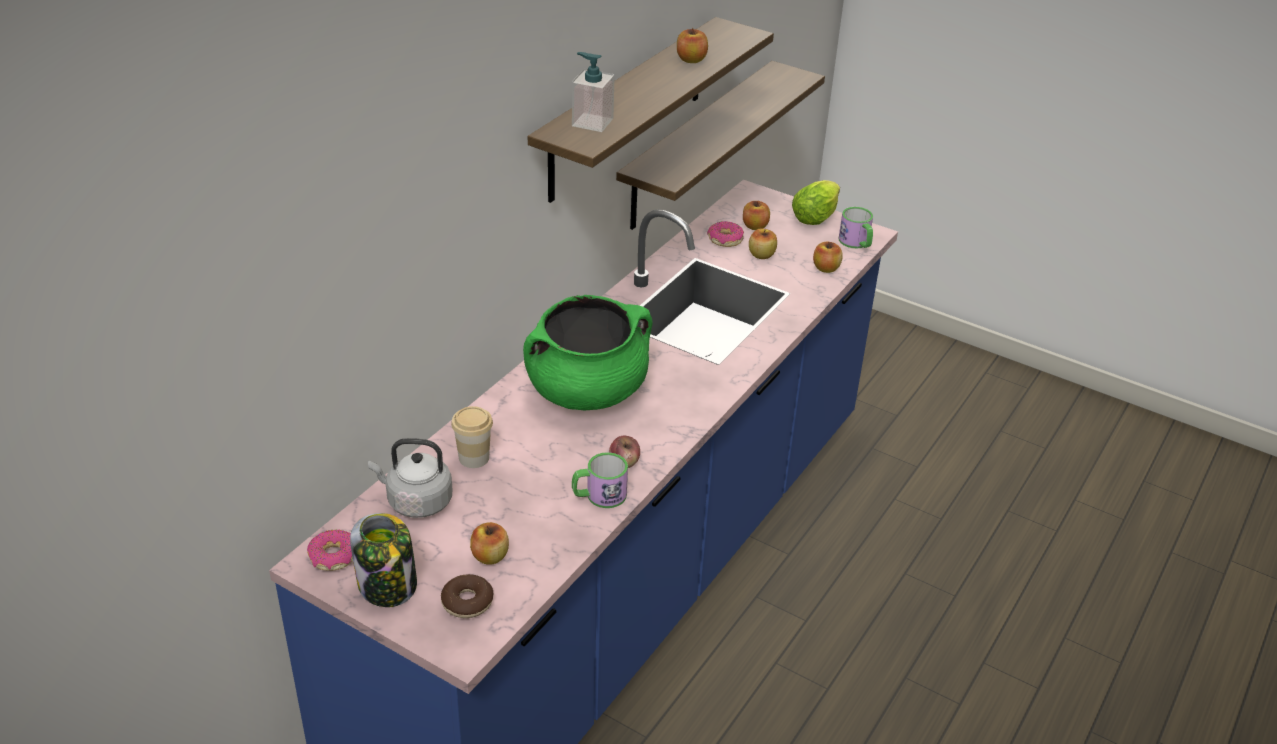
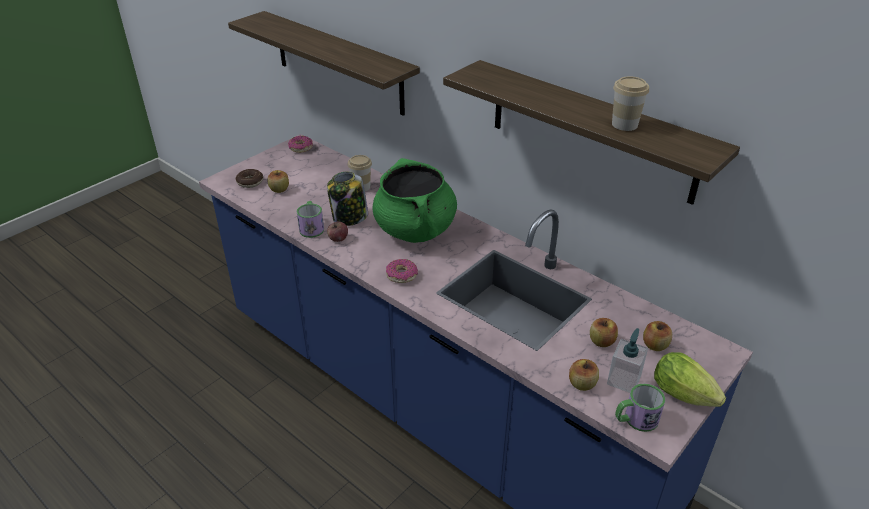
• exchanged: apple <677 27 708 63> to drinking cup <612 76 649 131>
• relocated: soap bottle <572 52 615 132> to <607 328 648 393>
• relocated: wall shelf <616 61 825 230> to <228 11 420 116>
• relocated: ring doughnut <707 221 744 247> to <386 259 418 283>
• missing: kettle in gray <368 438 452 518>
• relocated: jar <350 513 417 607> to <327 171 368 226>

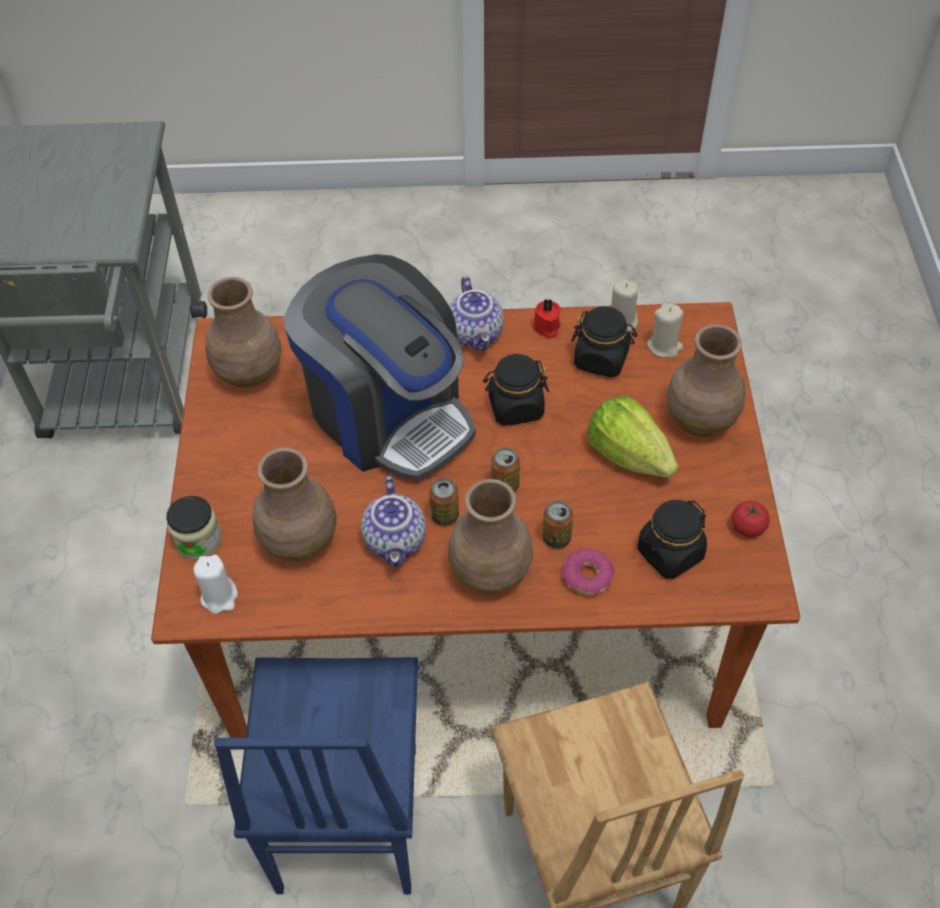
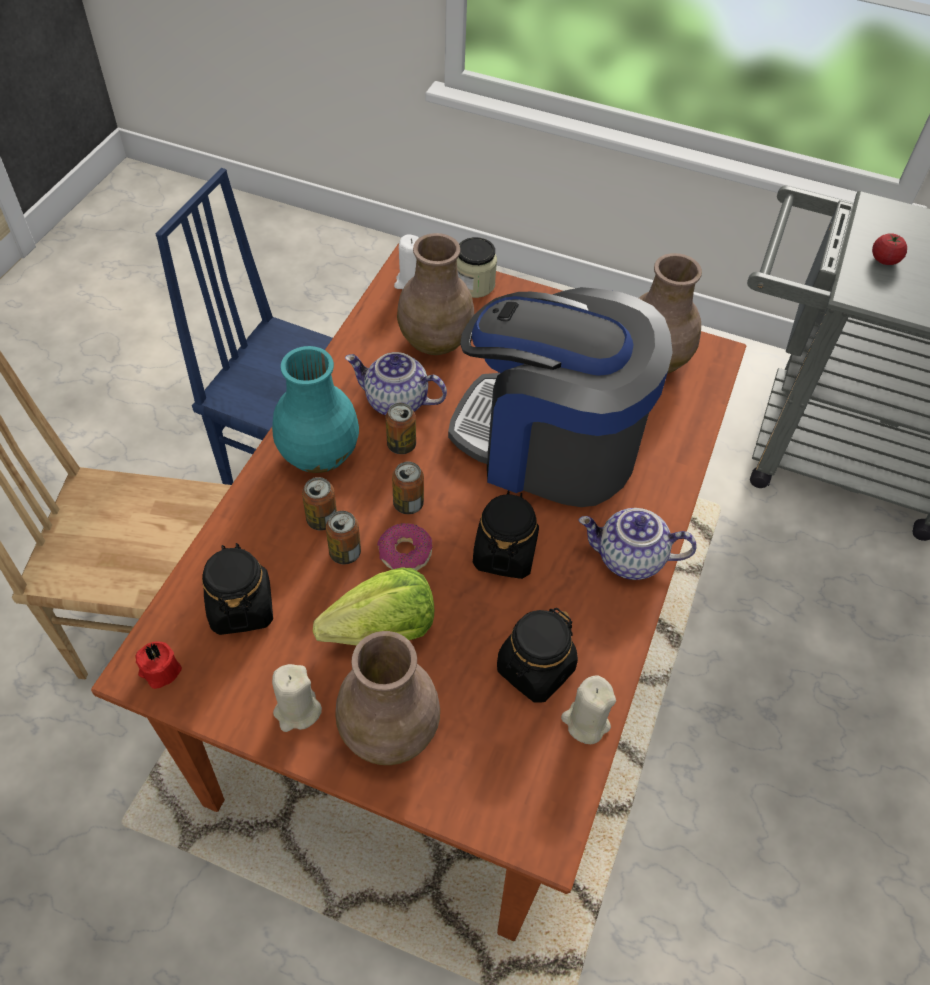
• spun: coffee brewer <284 254 476 481> = <448 287 673 507> 45 degrees clockwise
• relocated: wax candle in red <533 299 561 338> to <135 641 182 689>
• relocated: wax candle in beige <647 303 684 358> to <272 664 322 732>
• colour: flower vase in brown-coloured <448 479 533 594> to flower vase in blue-green <272 346 359 473>
• relocated: tomato <732 501 770 537> to <872 233 907 265>
• relocated: ring doughnut <562 548 615 596> to <377 523 432 571>
• appeared: metal can <326 511 361 564>

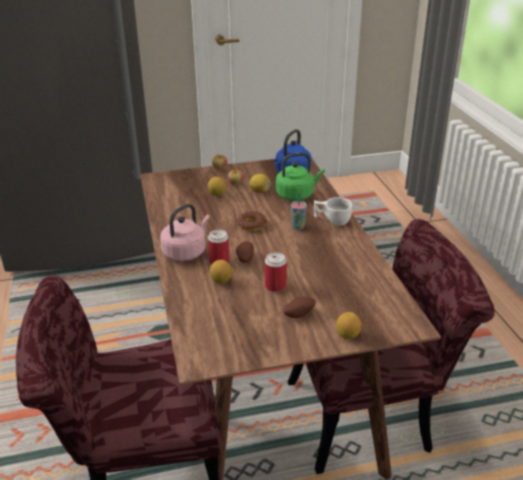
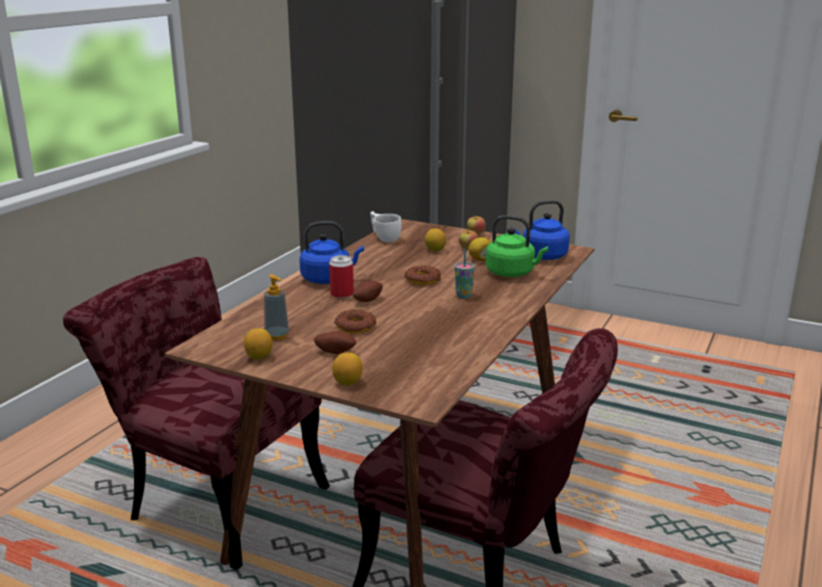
• relocated: drinking cup in white-coloured <314 197 352 226> to <370 211 402 242>
• colour: kettle in pinkish <160 204 210 261> to kettle in blue-coloured <299 221 364 284>
• exchanged: metal can <265 252 287 292> to ring doughnut <334 309 376 333>
• relocated: whole lemon <210 260 232 284> to <244 328 272 360>
• appeared: soap bottle <264 274 289 340>

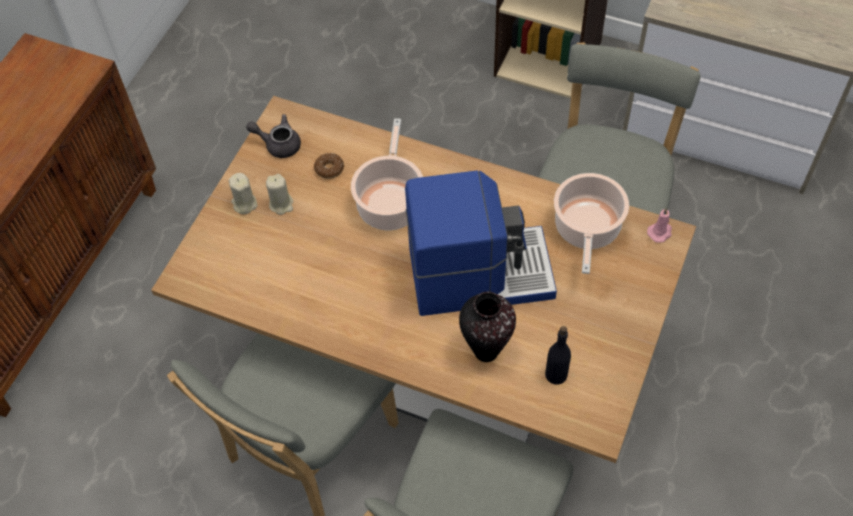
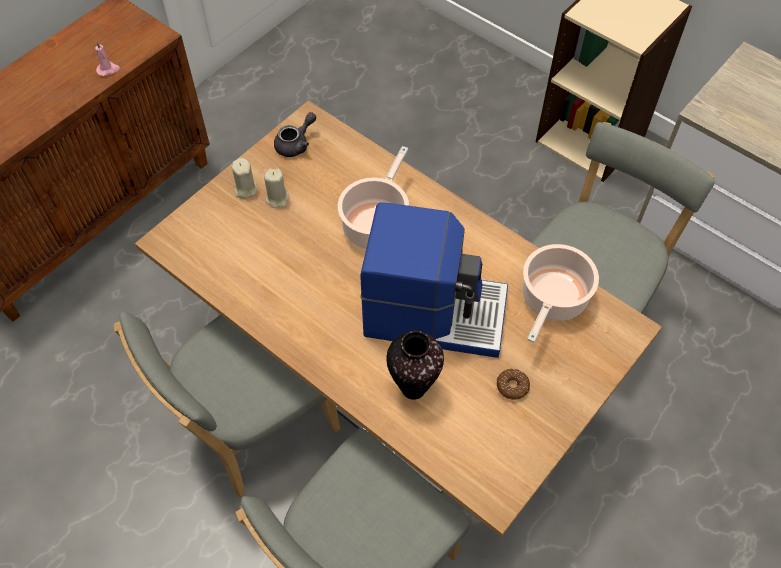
• spun: teapot in gray <246 114 301 158> = <274 112 316 157> 105 degrees clockwise
• relocated: ring doughnut <314 153 344 179> to <497 369 530 400>
• relocated: wax candle in pinkish <647 208 672 243> to <95 42 120 76>
• missing: drink bottle in black-coloured <545 326 571 384>

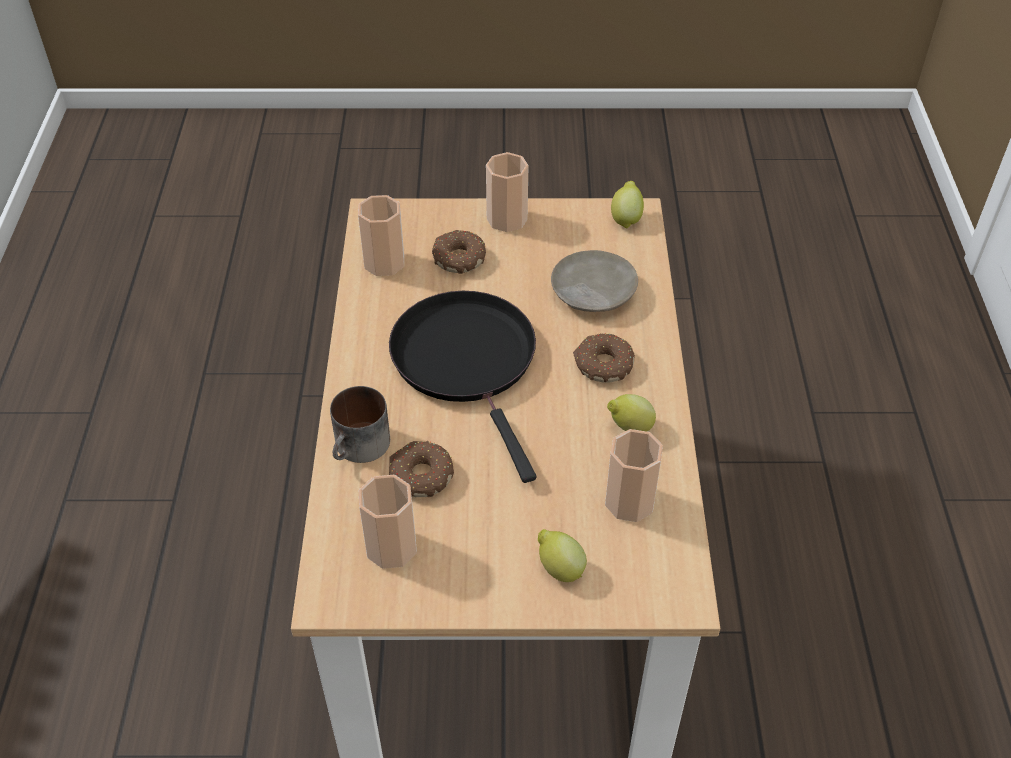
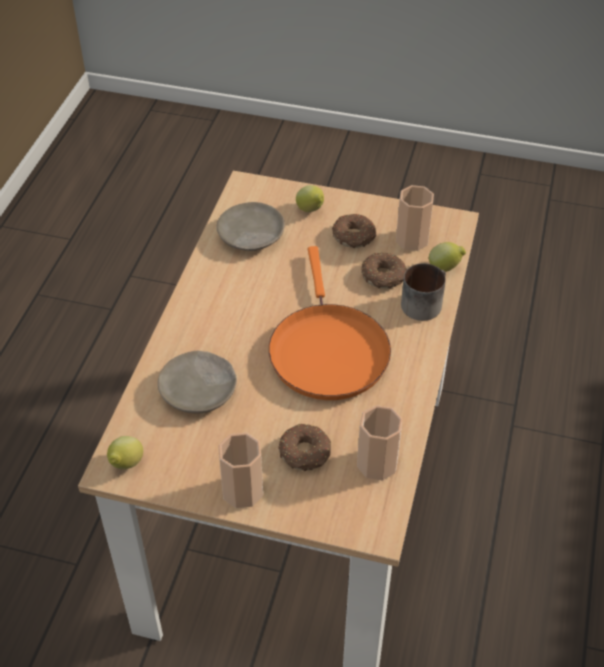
• colour: skillet in black-coloured <389 291 536 483> to skillet in orangey <269 246 391 400>
• relocated: ring doughnut <573 333 635 382> to <332 214 377 248>
• relocated: whole lemon <607 394 656 432> to <429 242 466 272>
• exchanged: drinking cup <605 429 663 522> to dinner plate in beige <217 202 285 251>

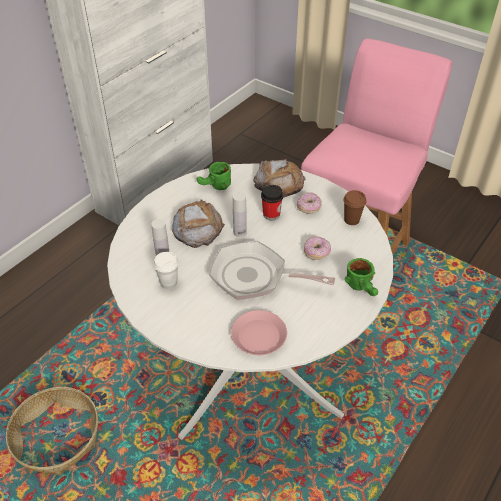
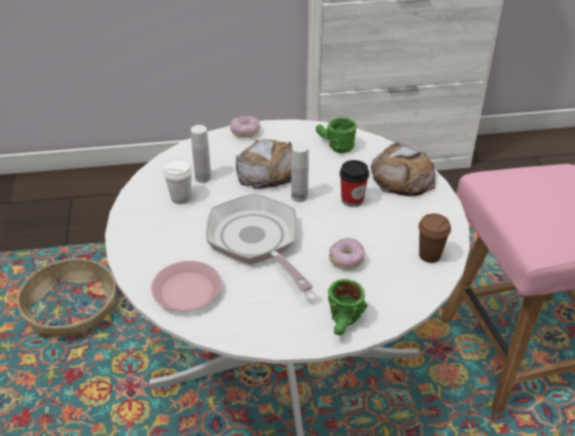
• relocated: ring doughnut <297 192 322 213> to <230 116 260 137>

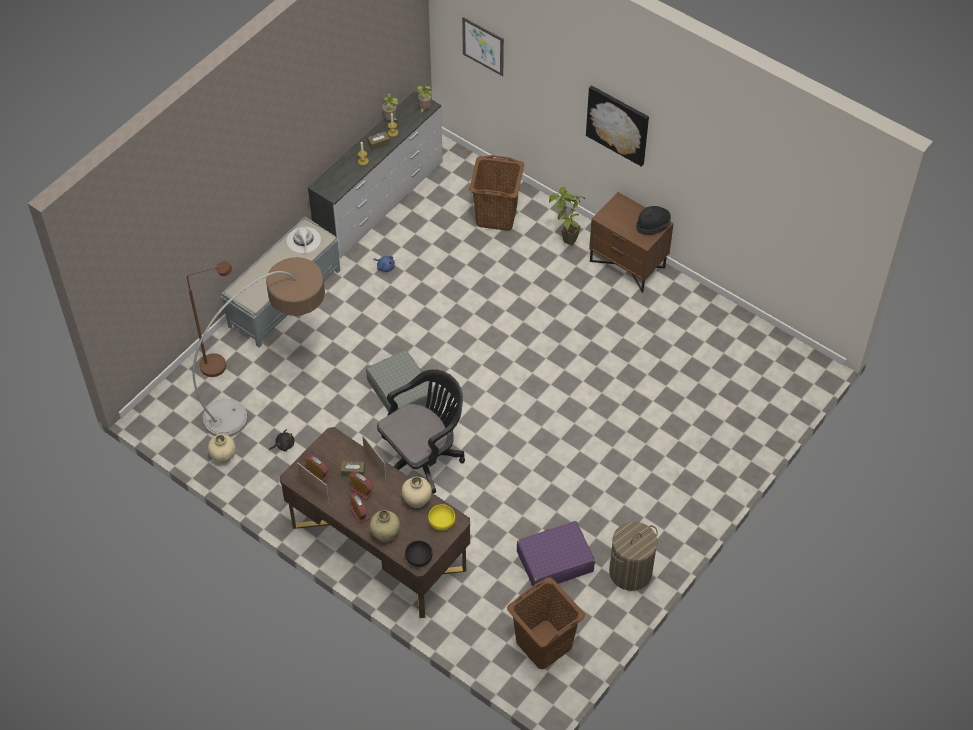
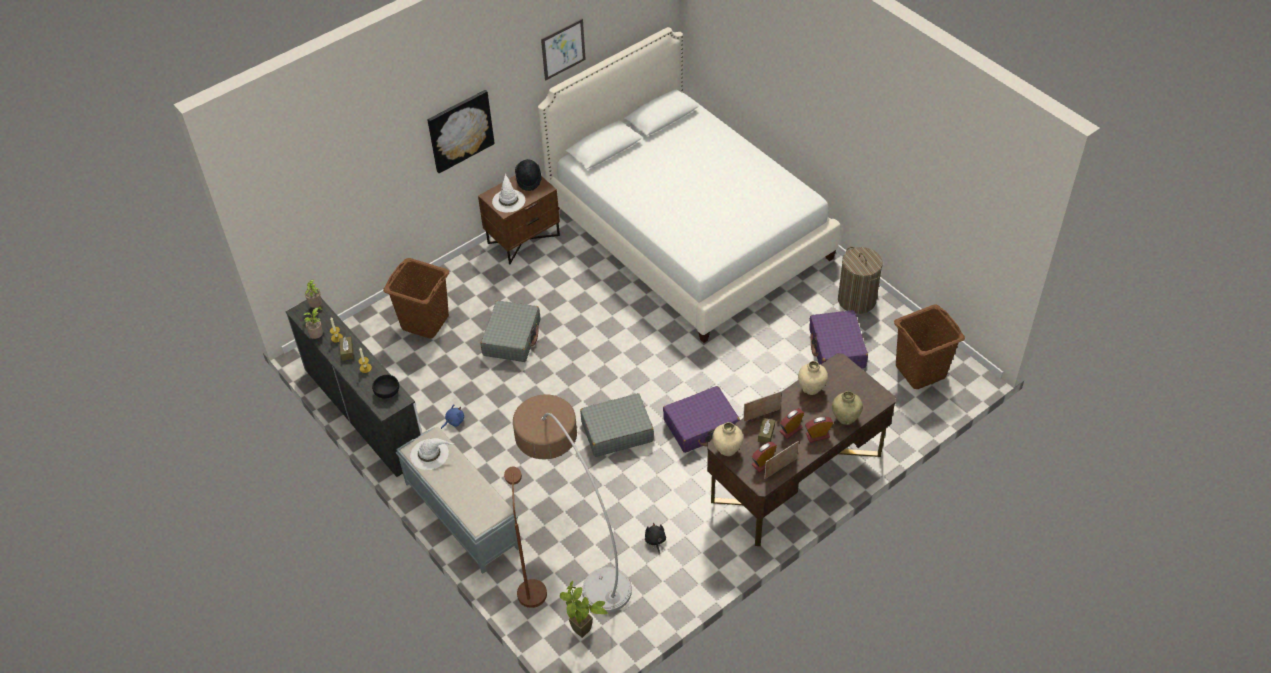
• relocated: wall picture <462 17 504 76> to <541 19 586 80>
• relocated: houseplant <549 187 585 246> to <560 581 608 638>
• exchanged: desk chair in black-coloured <377 369 465 494> to piece of luggage in purplish <663 386 740 453>
• relocated: flower vase in beige <208 434 236 464> to <712 422 743 456>
• missing: bowl in yellow <428 504 455 531>
• relocated: bowl in black-coloured <405 540 433 567> to <372 375 399 399>
• appeared: bedroom bed in white-coloured <538 27 841 343>
• appeared: hat in white-coloured <492 173 525 212>
• appeared: piece of luggage in gray <480 300 540 362>

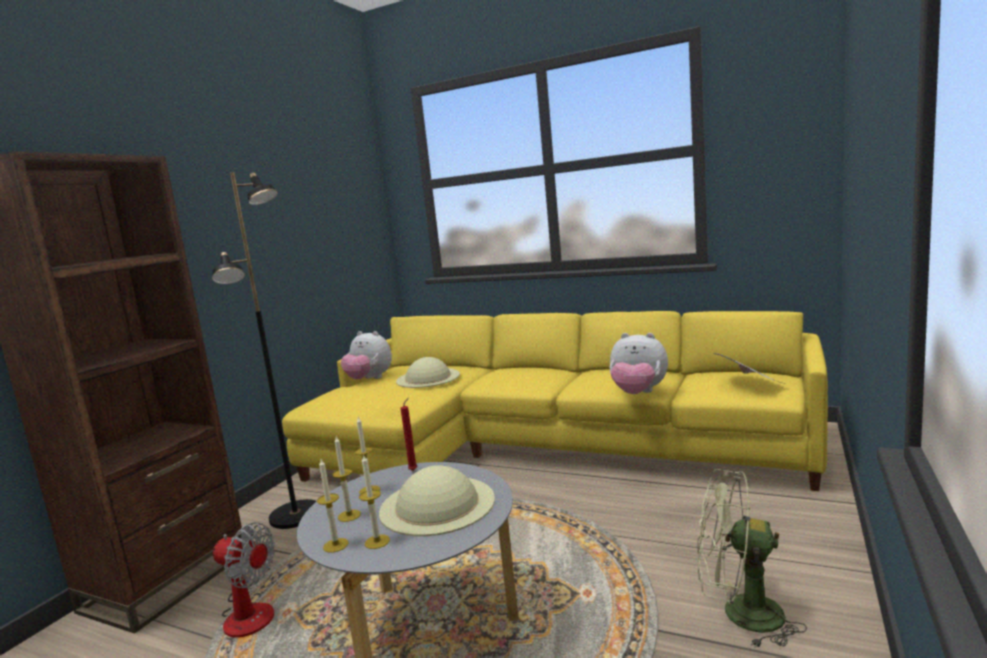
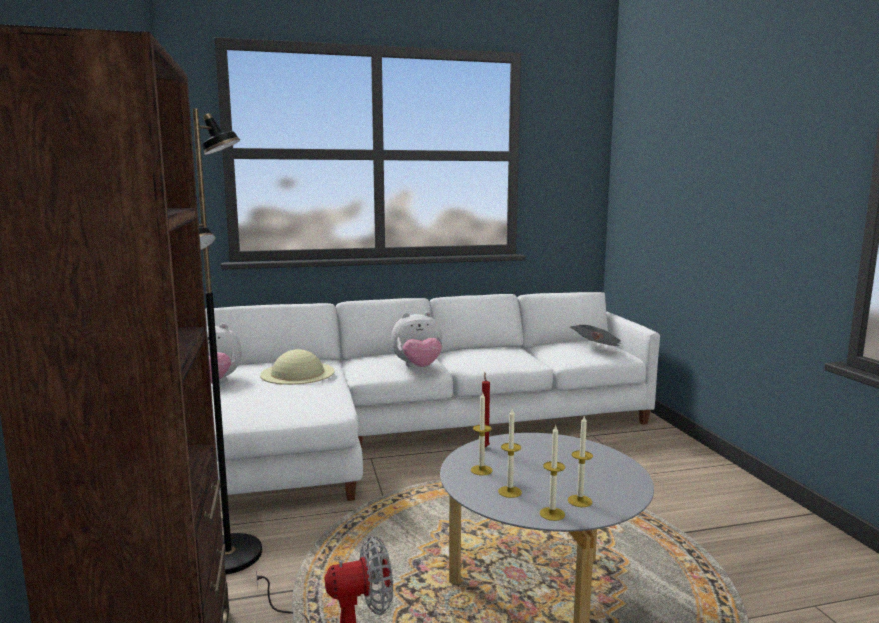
• colour: settee in yellow <282 311 828 491> to settee in white-coloured <205 292 660 501>
• relocated: plush toy <609 333 668 394> to <391 312 443 367>
• missing: hat in beige <379 465 495 536>
• missing: electric fan in green-coloured <698 469 807 648>

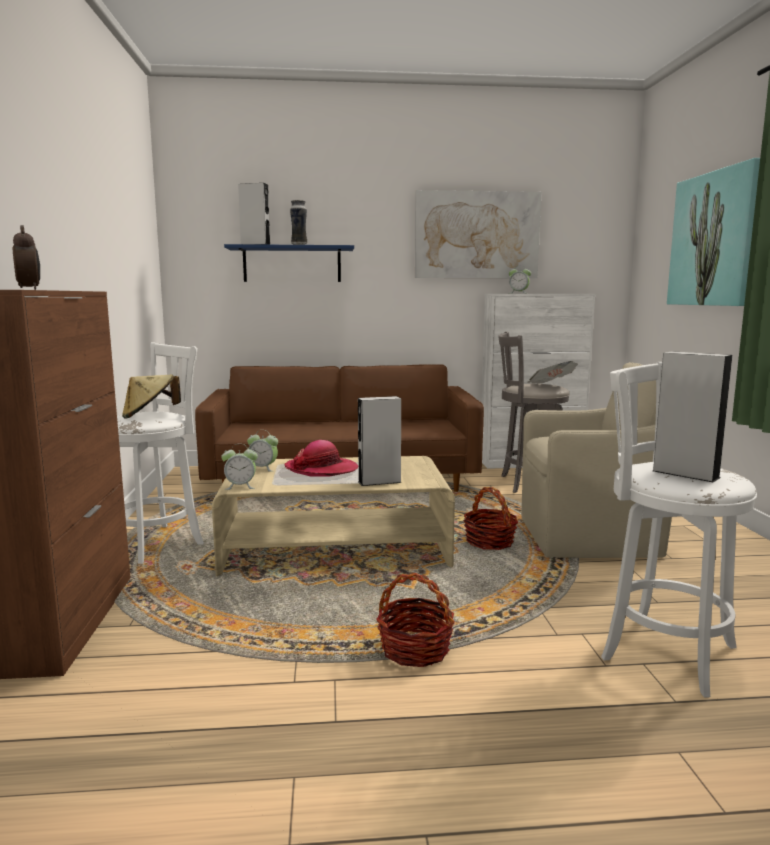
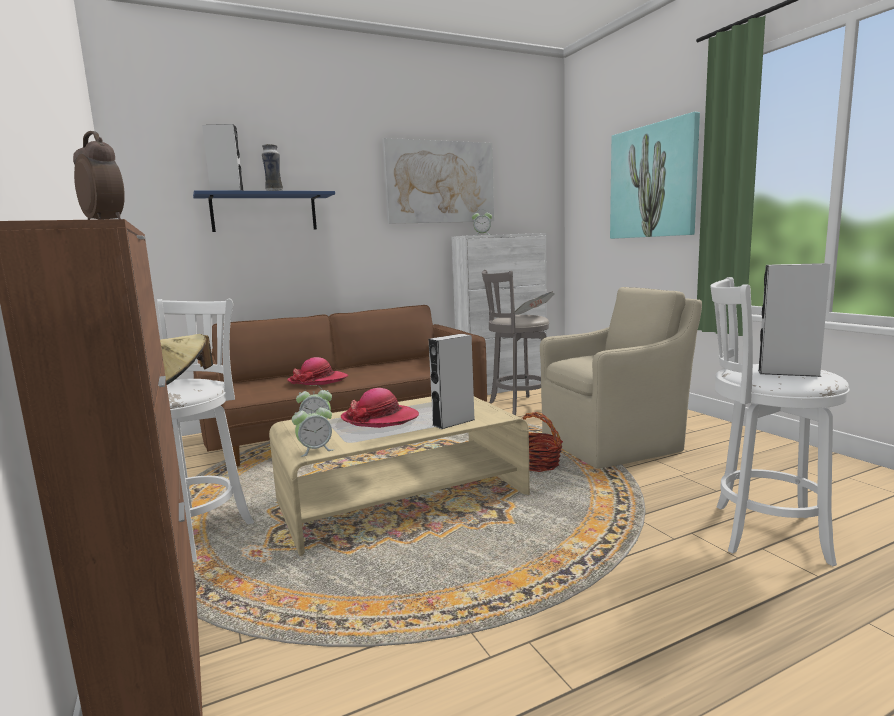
• missing: storage basket <376 572 455 667>
• appeared: hat <287 357 348 385>

